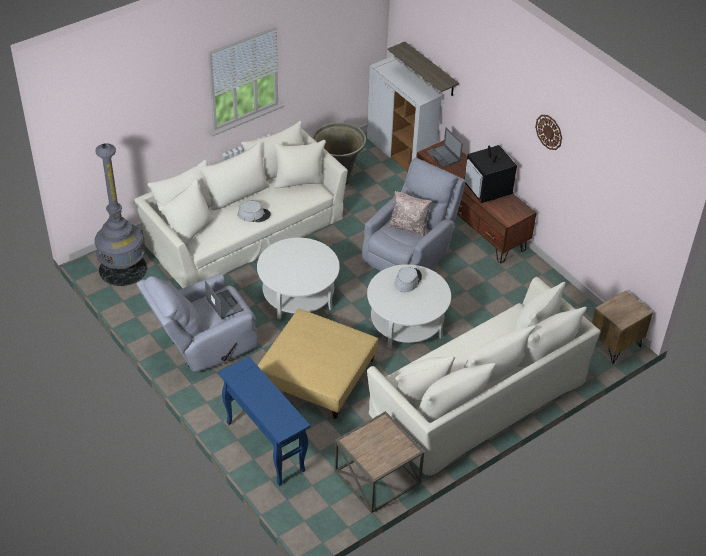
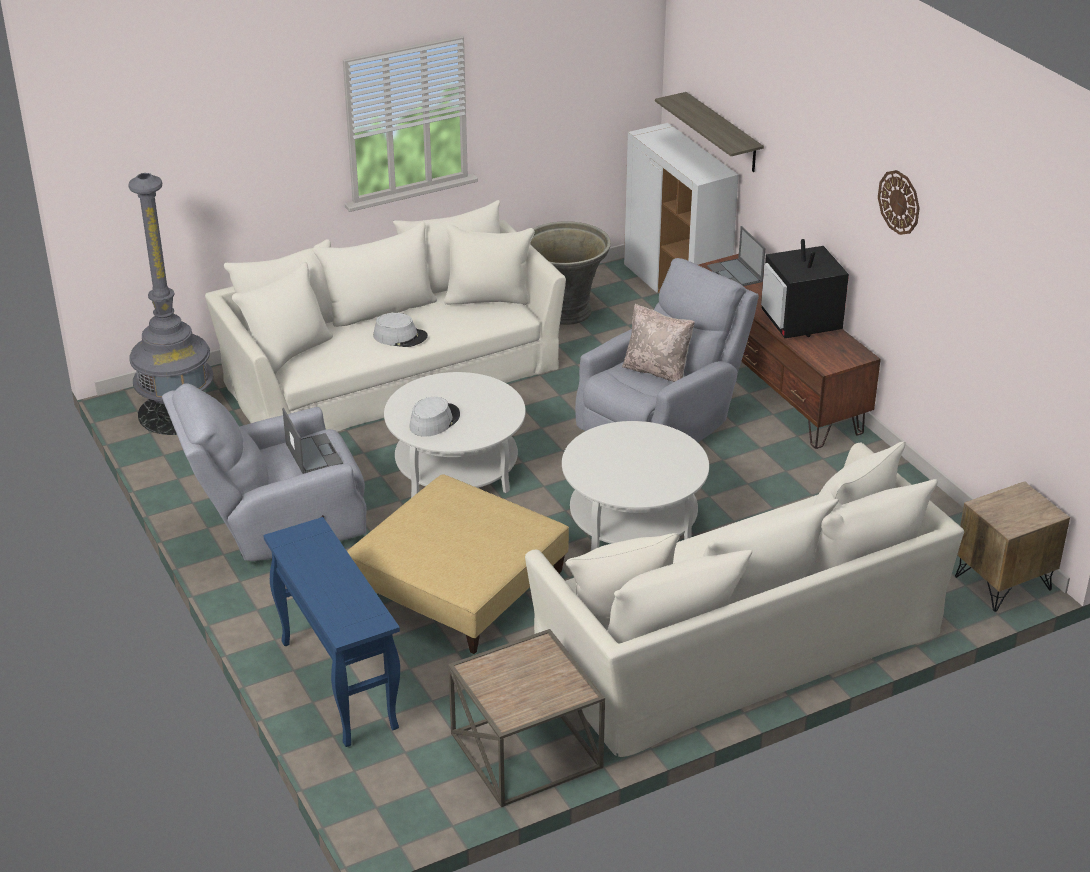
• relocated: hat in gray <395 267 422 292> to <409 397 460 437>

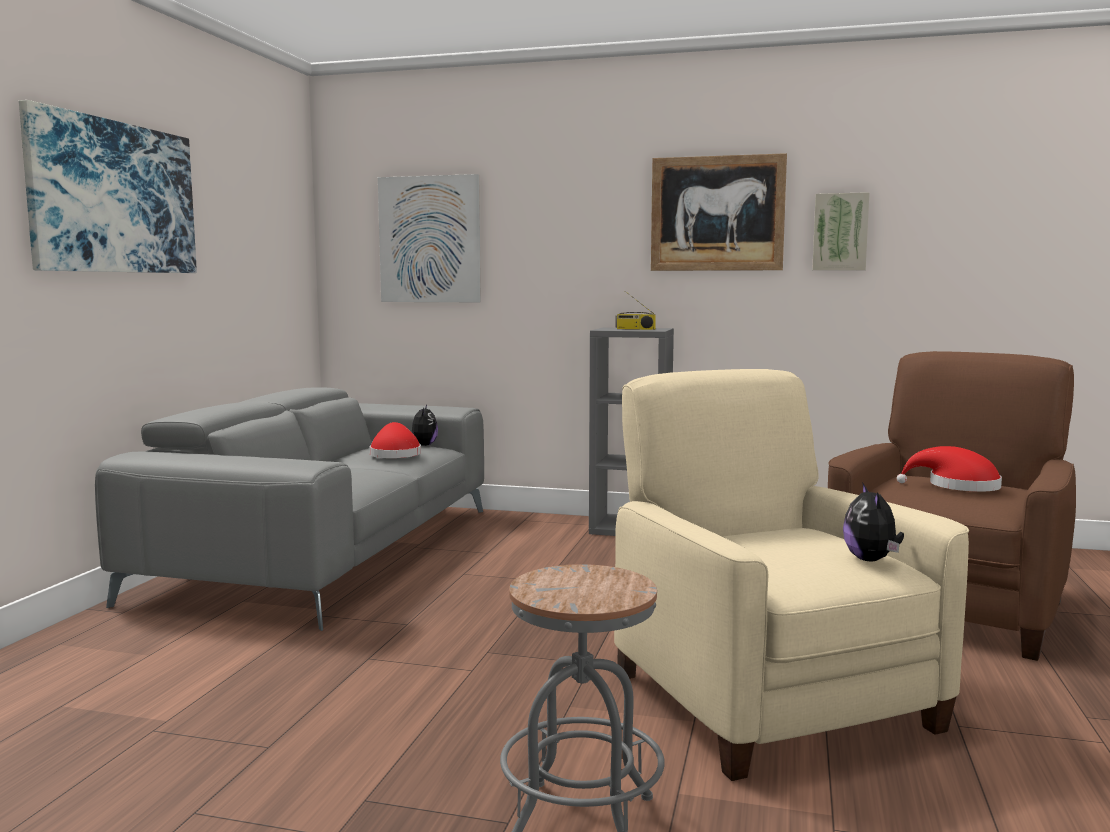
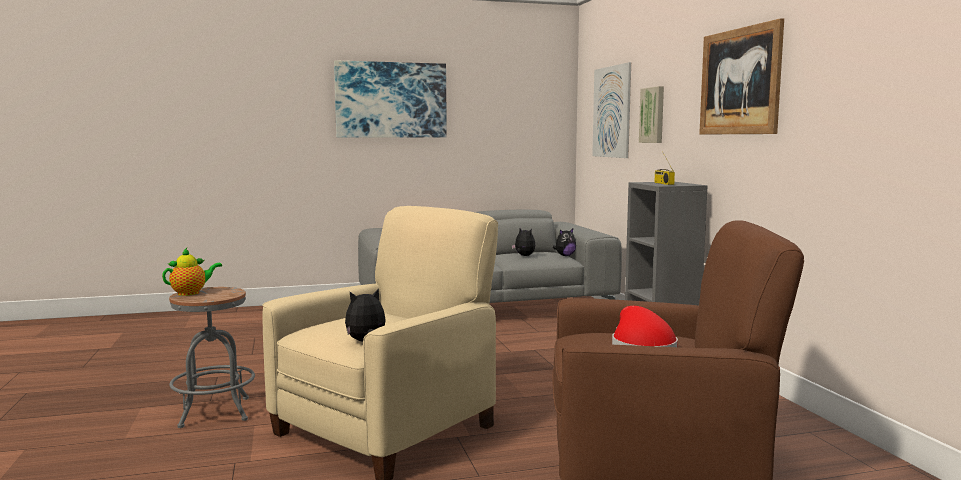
• relocated: wall picture <812 192 870 270> to <639 86 664 143>
• exchanged: hat in red <370 422 421 458> to plush toy <511 228 535 256>
• appeared: teapot <162 248 222 296>

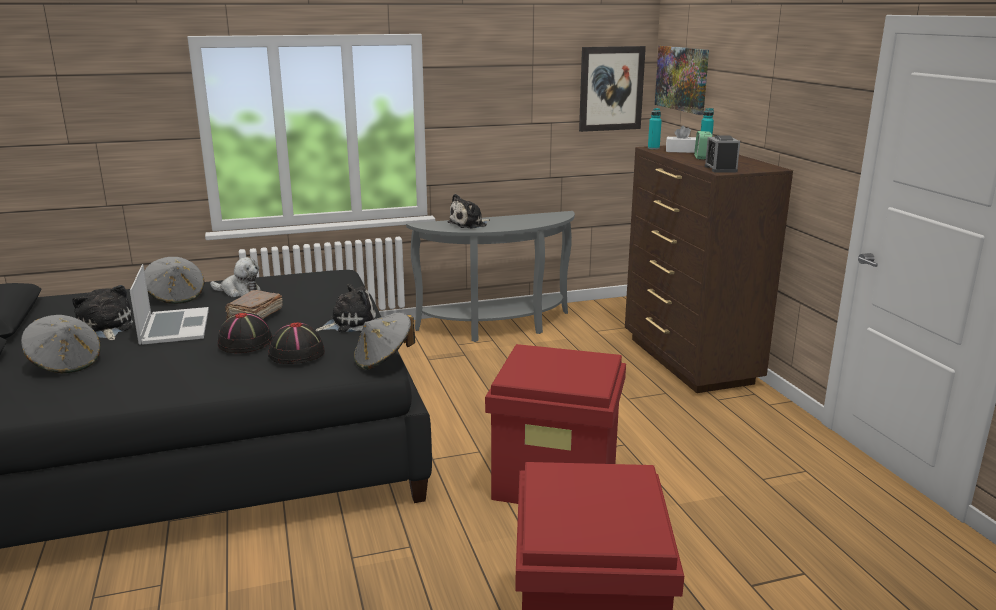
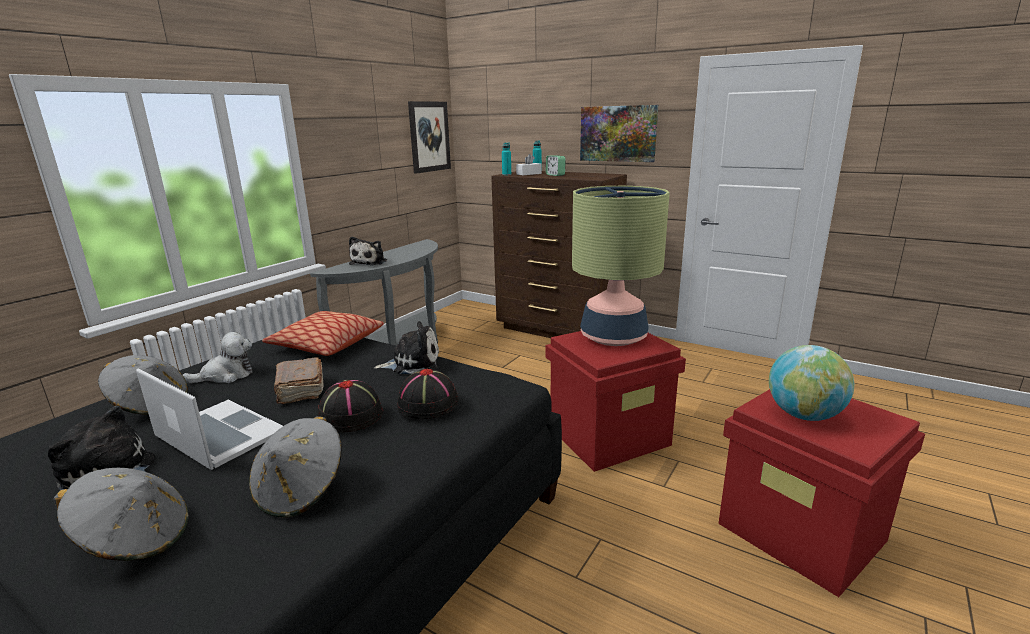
• relocated: wall picture <655 46 709 115> to <580 105 658 162>
• missing: alarm clock <705 135 740 173>
• spun: plush toy <315 284 376 332> = <374 321 439 374> 60 degrees clockwise
• relocated: hat in gray <354 313 415 370> to <249 416 342 517>
• appeared: table lamp <572 186 670 346>
• appeared: throw pillow <262 311 384 356>
• appeared: world globe <769 345 854 421>

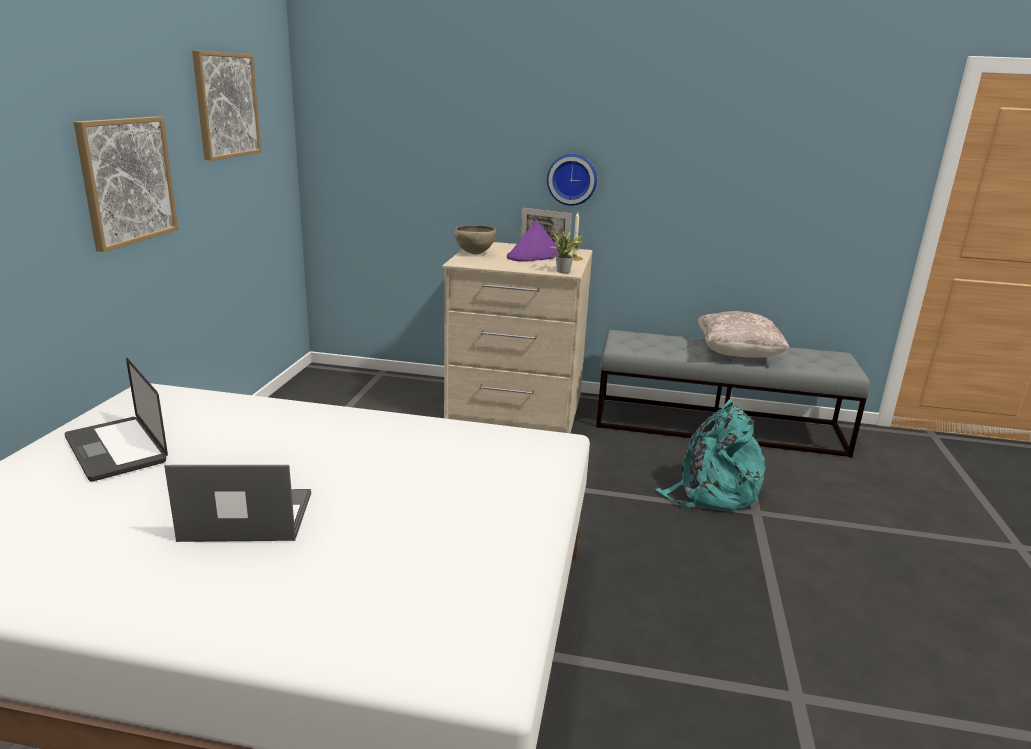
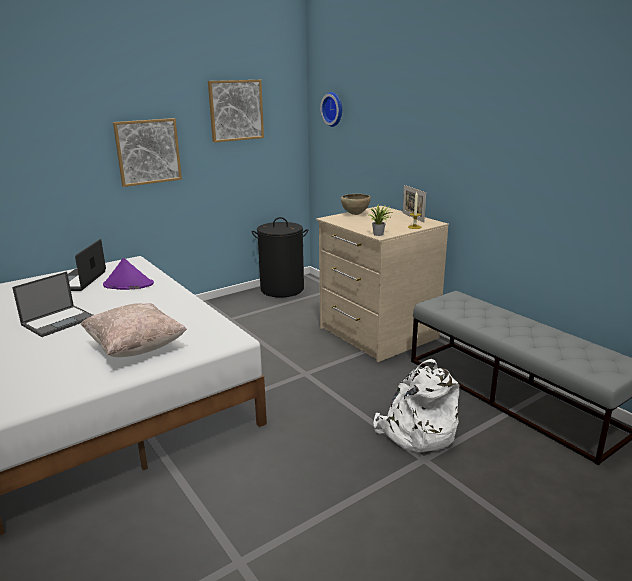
• relocated: wall clock <547 154 597 206> to <320 92 342 127>
• relocated: hat in purplish <507 220 561 262> to <103 258 154 290>
• relocated: throw pillow in beige <698 311 789 358> to <81 303 187 357>
• colour: knapsack in blue-green <655 399 765 511> to knapsack in white-coloured <374 359 459 453>
• spun: portable computer <164 465 311 542> = <12 272 93 337> 90 degrees clockwise
• appeared: laundry basket in black-coloured <252 217 308 297>

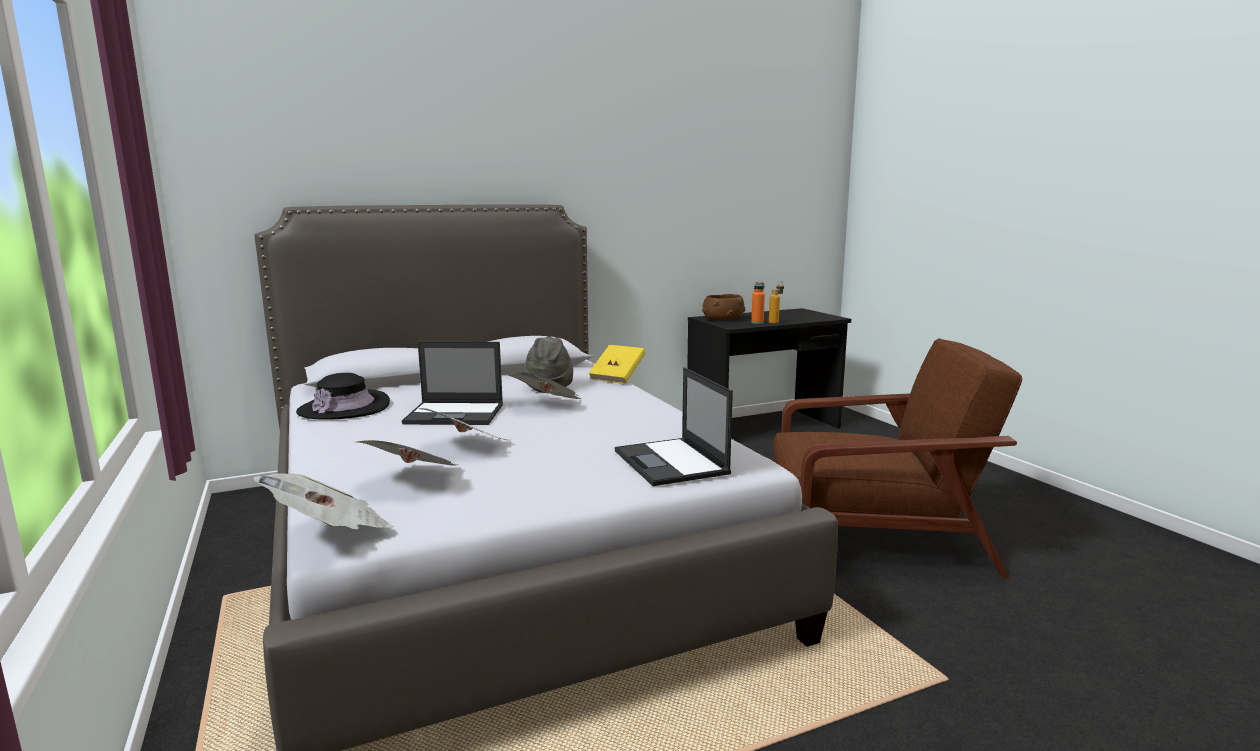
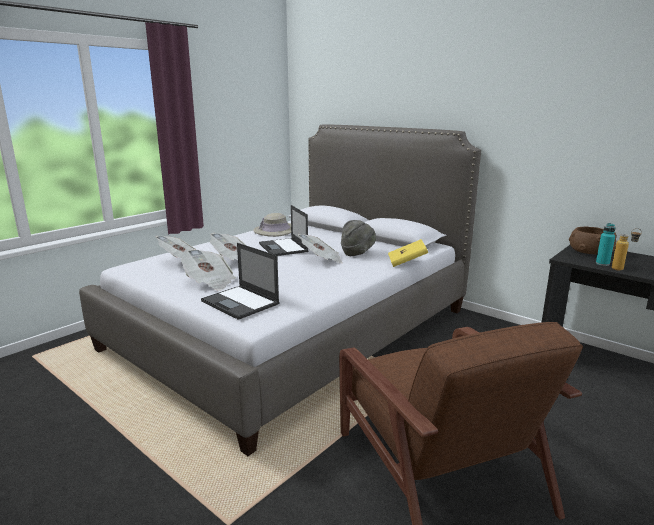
• colour: drink bottle in orangey <751 282 765 324> to drink bottle in blue-green <596 223 615 266>
• spun: portable computer <615 367 733 486> = <201 243 280 320> 90 degrees counterclockwise
• colour: hat in black-coloured <296 373 390 420> to hat in beige <253 213 291 237>
• relocated: daily paper <253 473 394 529> to <181 249 236 291>

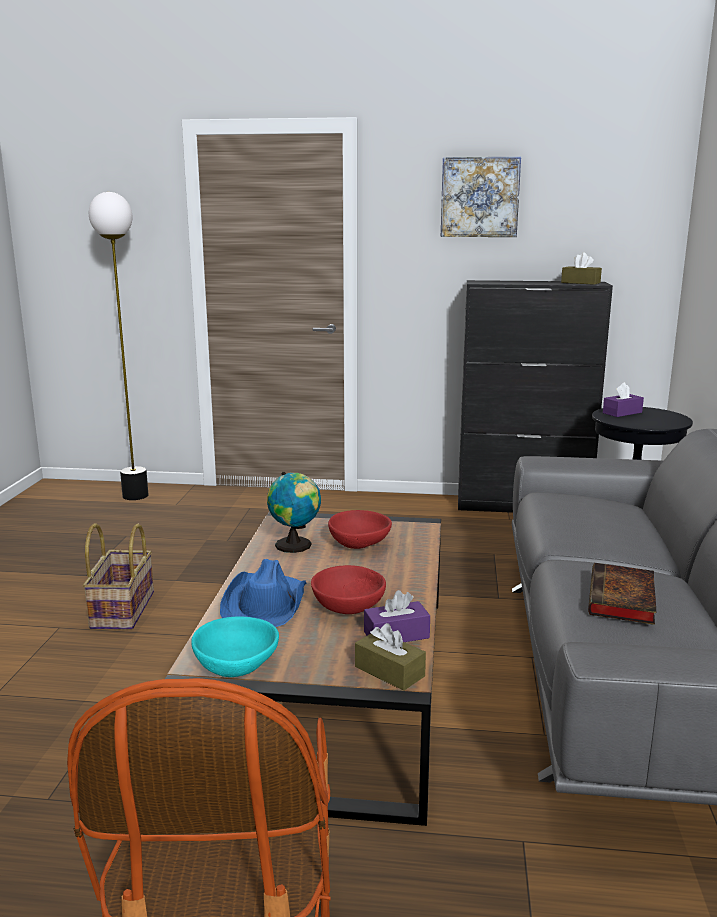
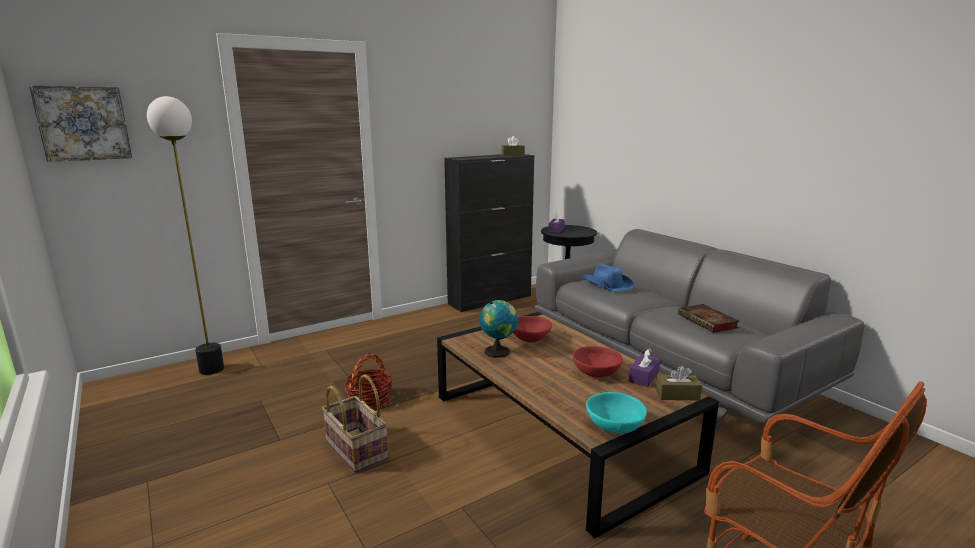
• relocated: wall picture <441 157 521 237> to <29 86 132 162>
• relocated: hat in blue-coloured <220 559 306 627> to <582 264 634 292>
• appeared: storage basket <344 354 392 409>

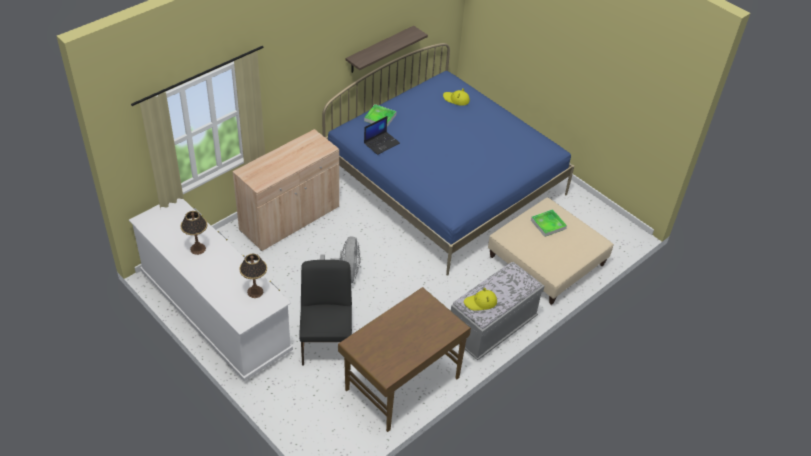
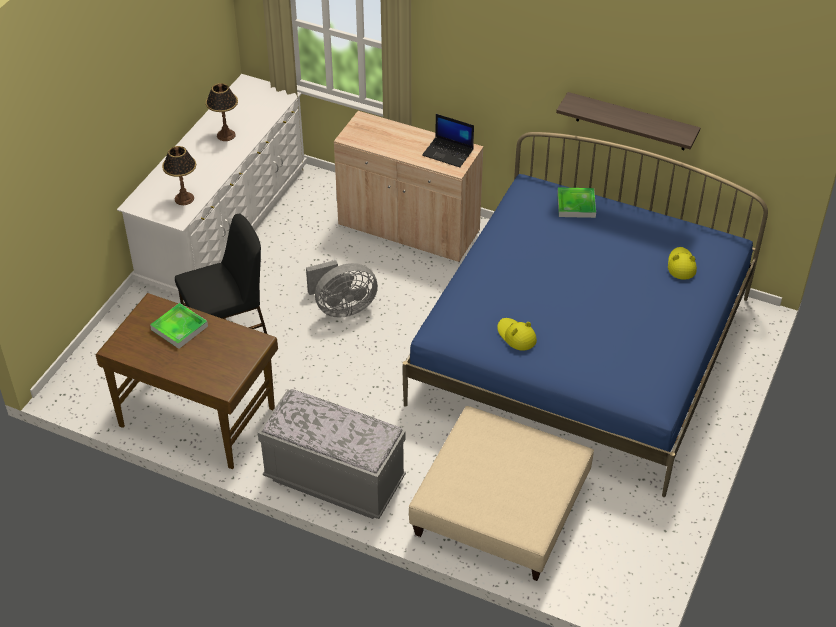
• relocated: portable computer <364 116 400 155> to <422 114 474 167>
• relocated: tray <531 209 567 237> to <150 303 208 349>
• relocated: hat in yellow <464 288 497 311> to <497 318 537 351>

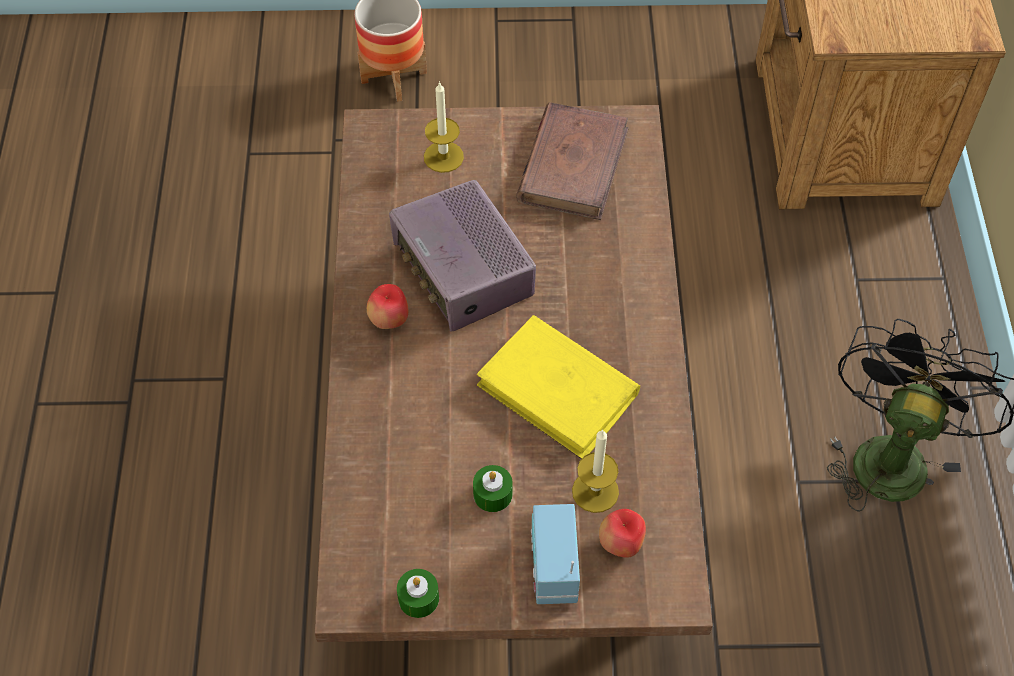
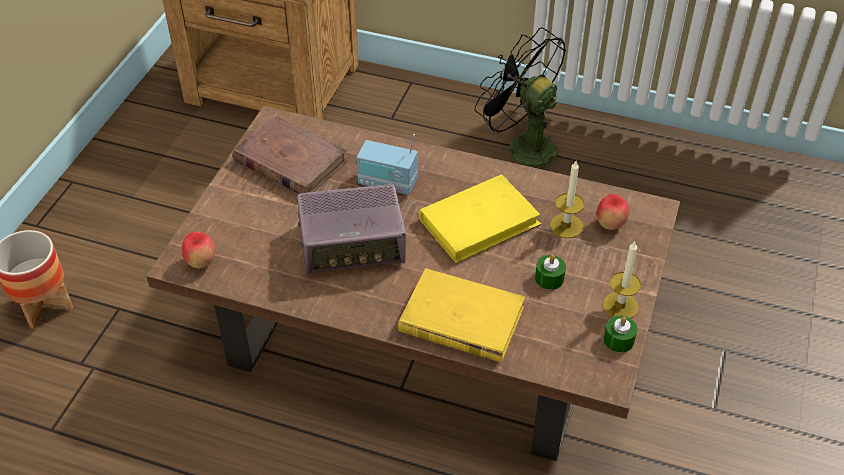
• relocated: wax candle <424 81 464 173> to <603 241 641 319>
• relocated: apple <367 284 408 329> to <182 232 215 268>
• relocated: radio set <531 504 580 604> to <356 134 418 195>
• appeared: book in yellow <398 268 525 363>

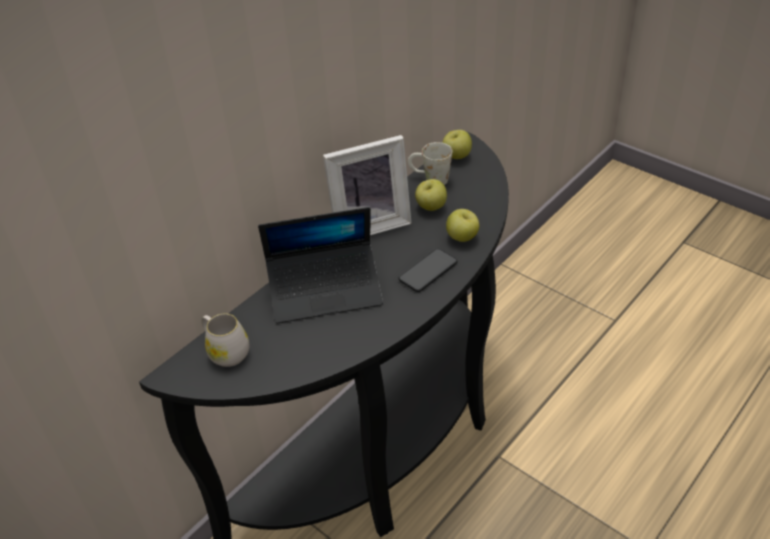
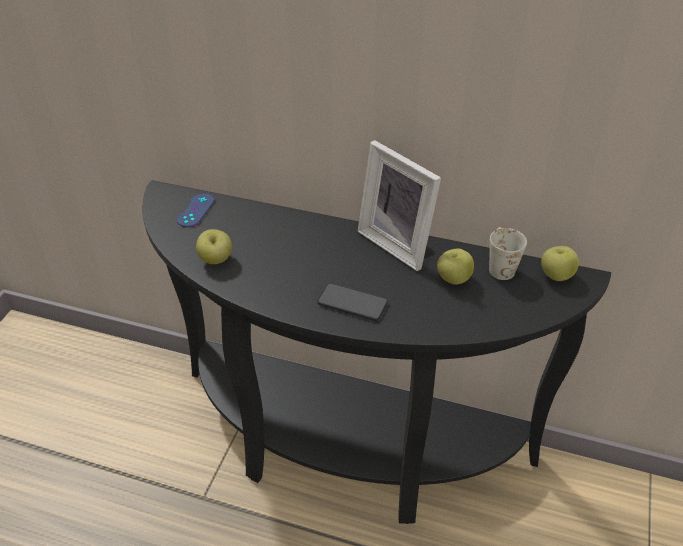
• missing: portable computer <258 207 383 323>
• relocated: apple <446 209 479 242> to <196 229 232 264>
• exchanged: coffee mug in white-coloured <201 313 249 367> to gamepad in blue-coloured <177 194 214 227>

